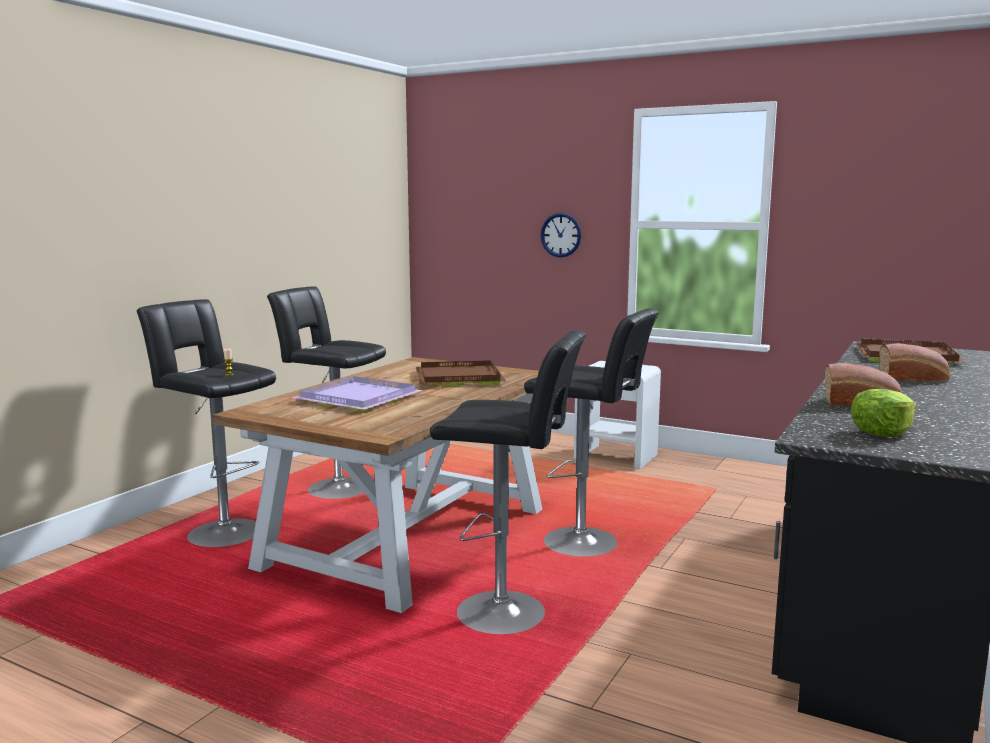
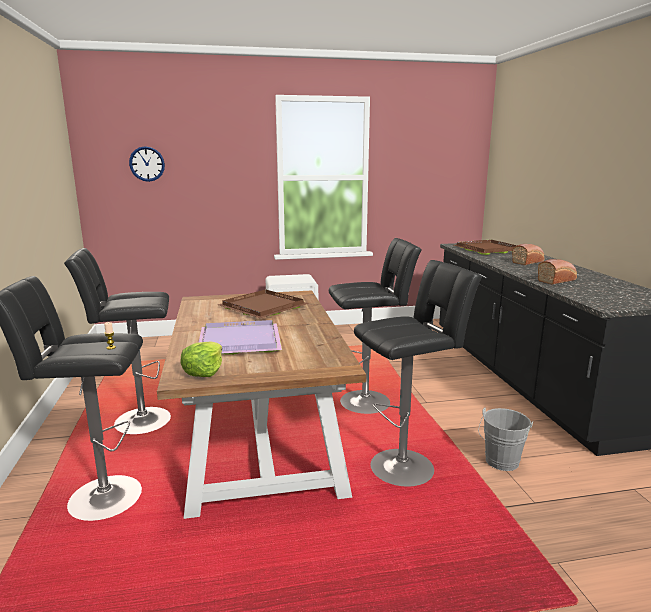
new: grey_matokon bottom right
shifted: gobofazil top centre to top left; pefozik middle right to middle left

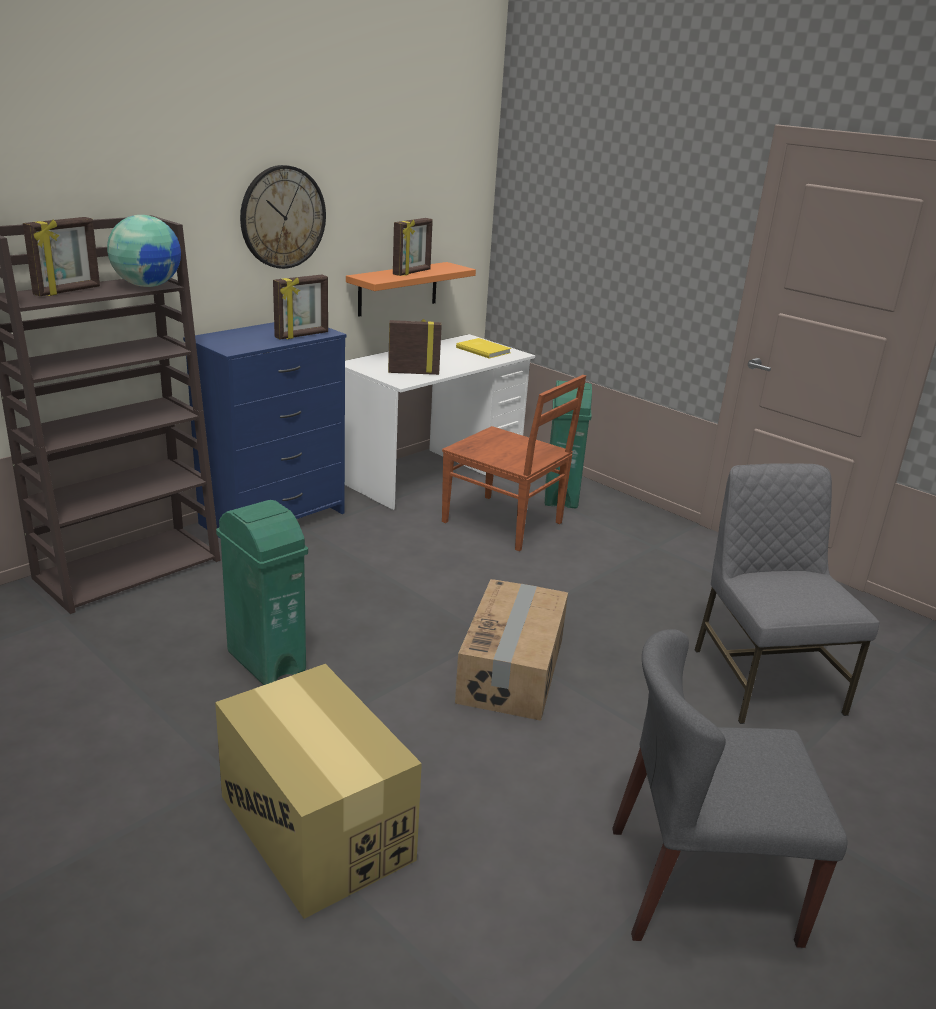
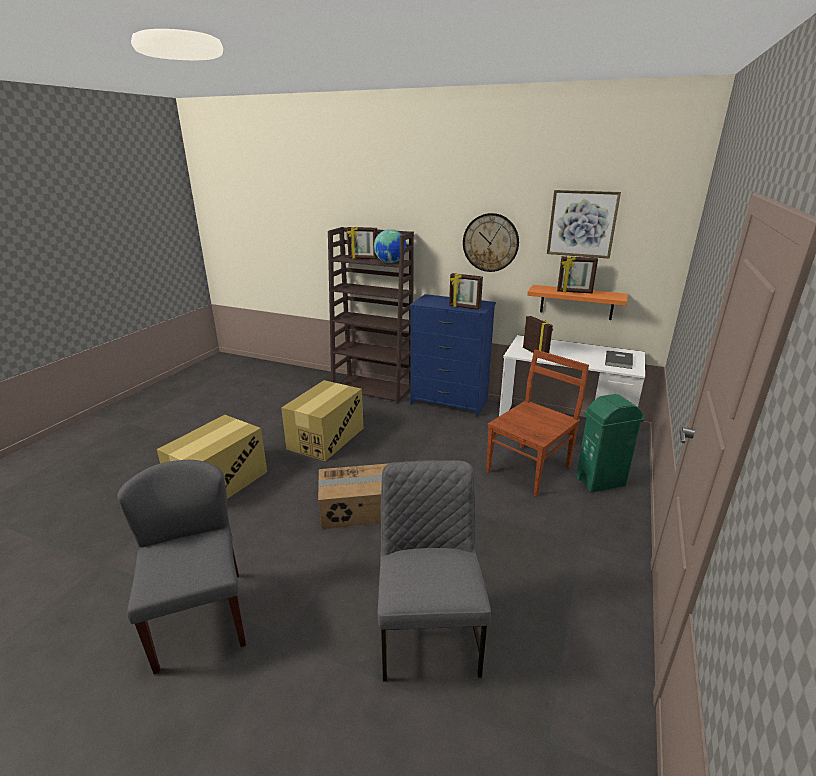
new: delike top right
swapped: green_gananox (no. 1 from left) middle left to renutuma (no. 2 from left) centre
repainted: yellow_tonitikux centre to grey_tonitikux middle right
rotated: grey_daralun (no. 2 from left) middle right = bottom centre 60 degrees counterclockwise; brown_daralun centre = centre 150 degrees counterclockwise

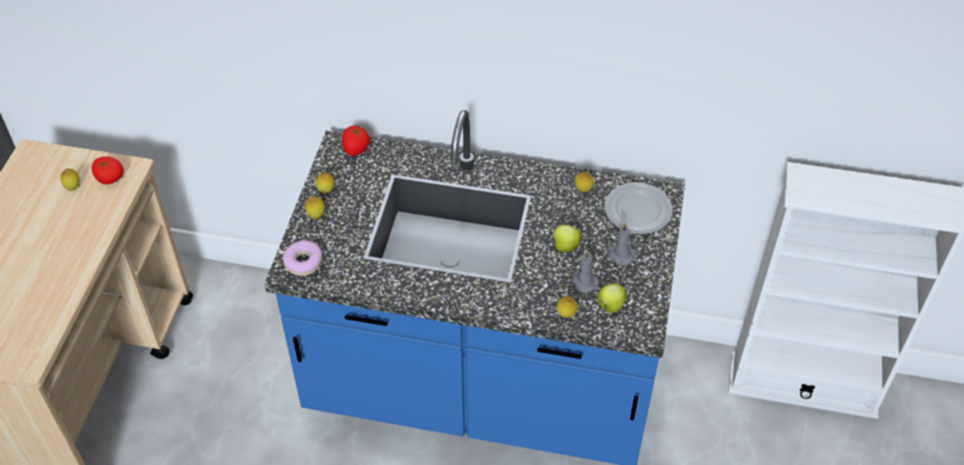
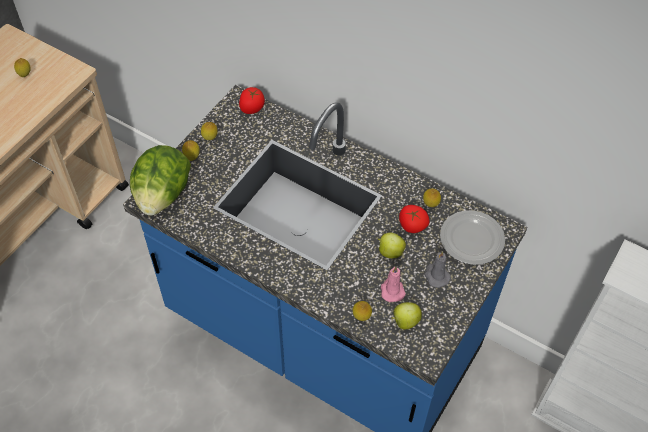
shifted: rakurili (no. 1 from left in the first image) middle left to rakurili (no. 2 from left) centre
swapped: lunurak middle left to pefozik middle left
repainted: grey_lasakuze (no. 1 from left) centre to pink_lasakuze centre

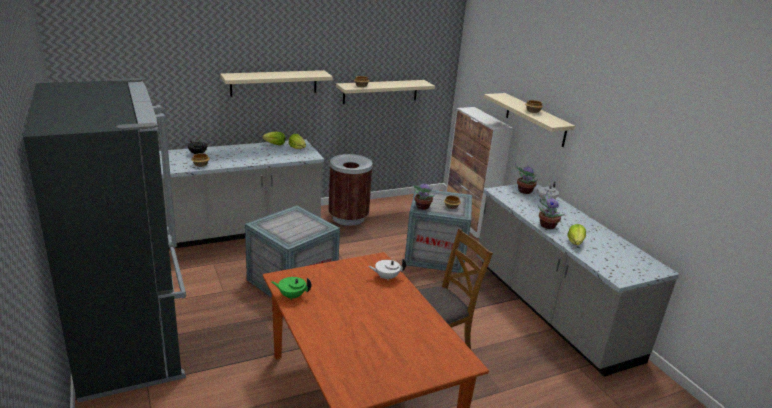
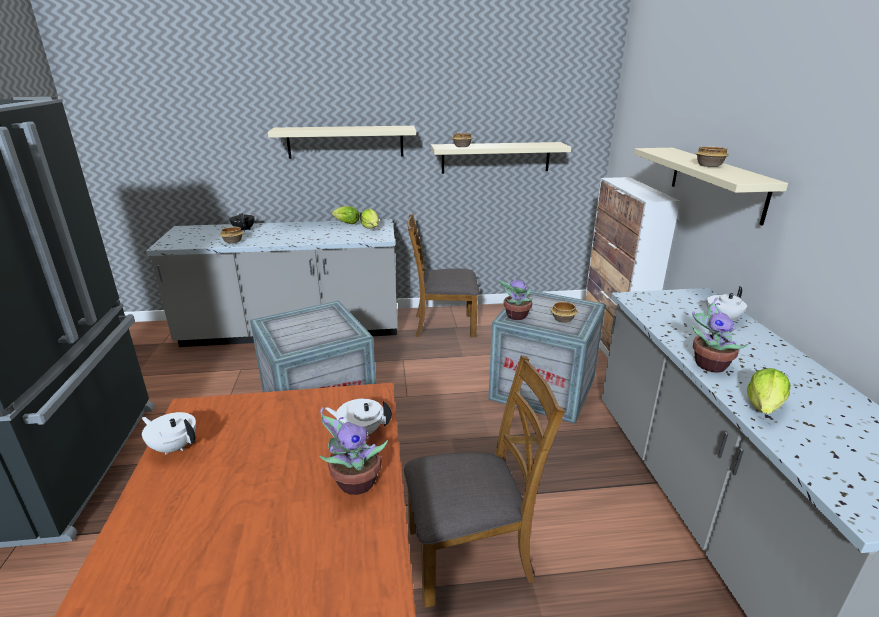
shifted: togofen (no. 2 from left in the first image) middle right to togofen (no. 1 from left) bottom centre
swapped: brown_gananox centre to brown_daralun (no. 1 from left) centre
repainted: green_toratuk bottom centre to white_toratuk (no. 1 from left) bottom left

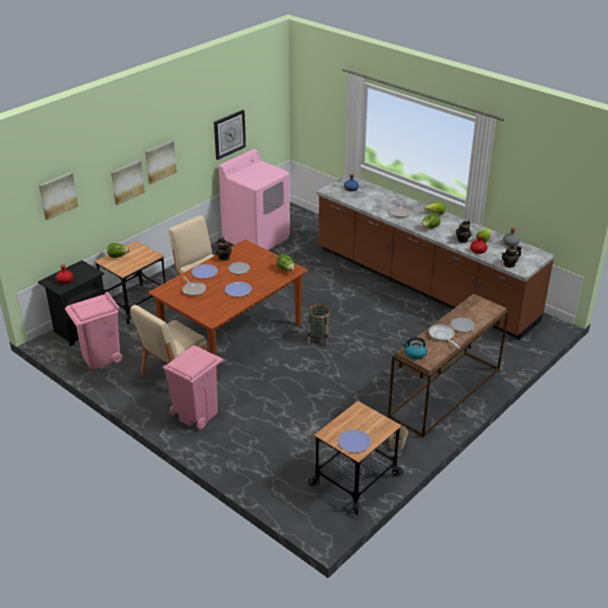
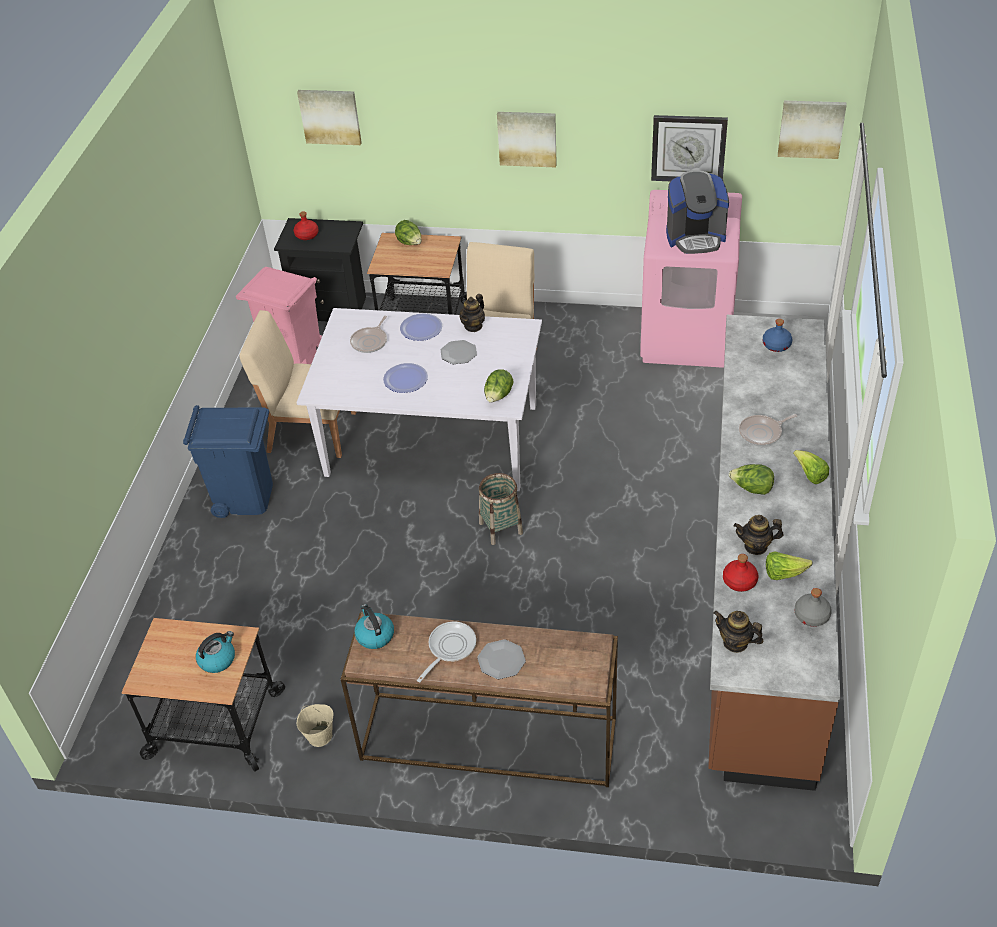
gone: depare (no. 4 from left) bottom centre
new: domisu (no. 1 from left) bottom left; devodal top right
shifted: delike (no. 2 from left in the first image) top left to delike (no. 3 from left) top right
repainted: pink_gananox (no. 2 from left) middle left to blue_gananox middle left; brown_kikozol centre to white_kikozol centre

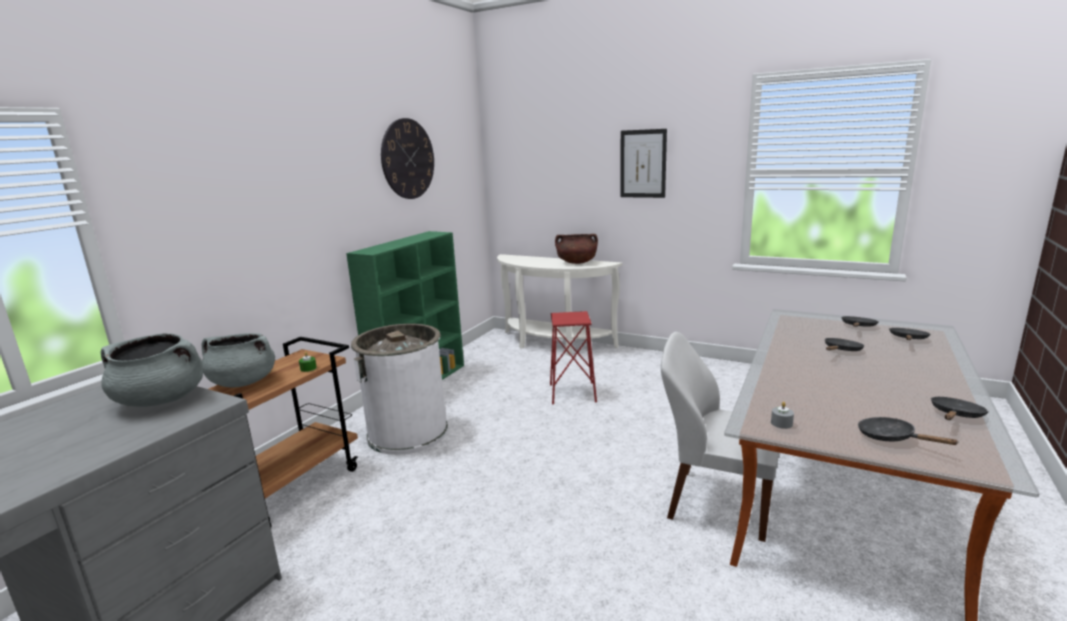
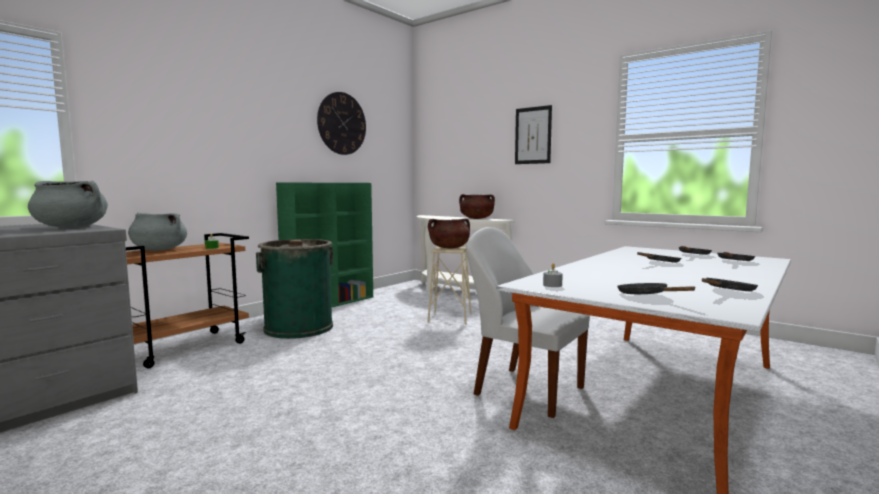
new: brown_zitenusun (no. 1 from left) centre
repainted: white_gananox centre to green_gananox centre; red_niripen centre to beige_niripen centre

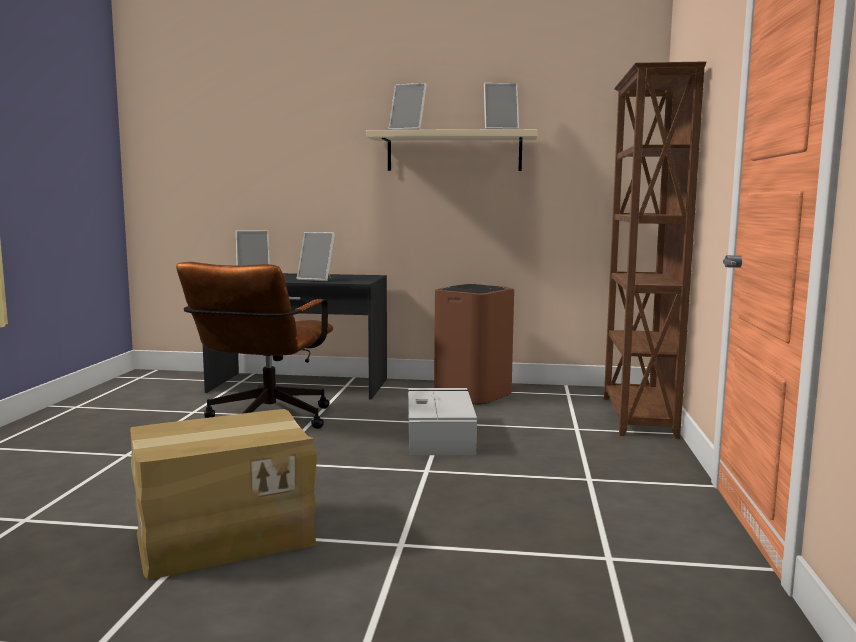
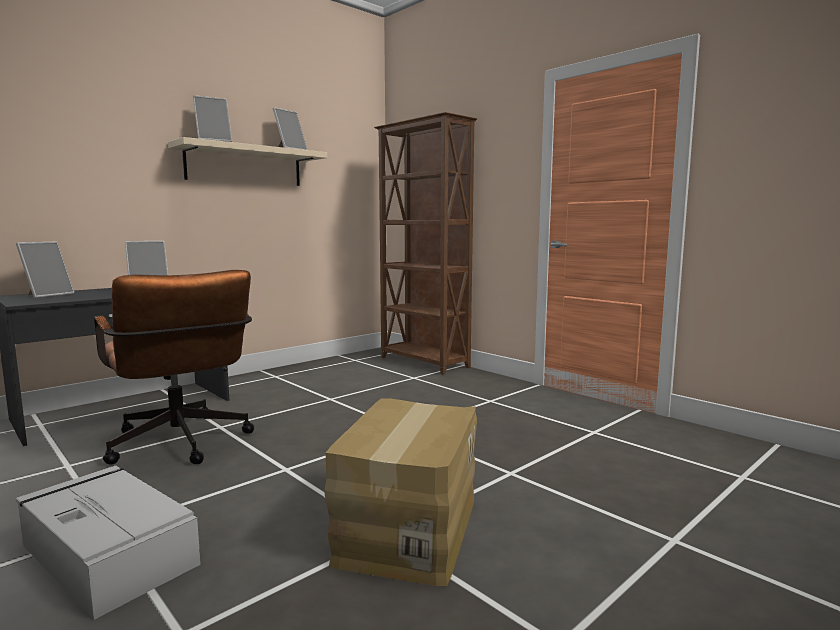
gone: brown_gananox centre
shifted: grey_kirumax centre to bottom left

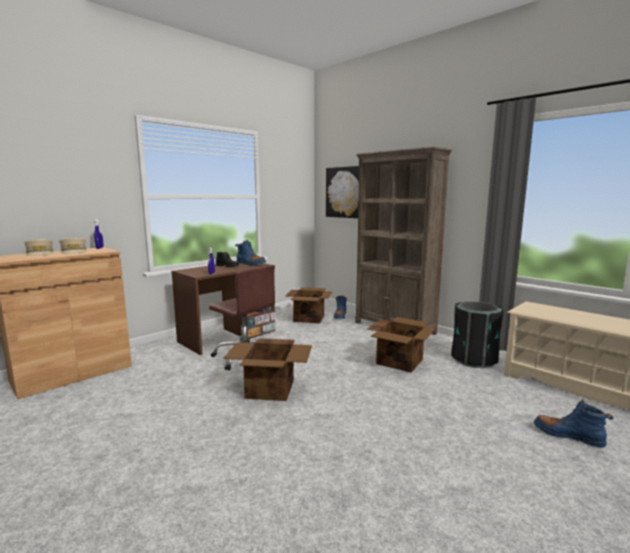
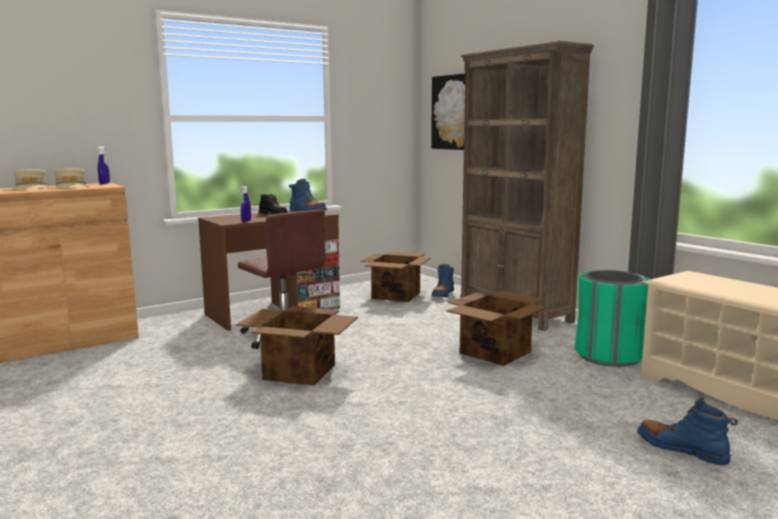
repainted: black_gananox middle right to green_gananox middle right

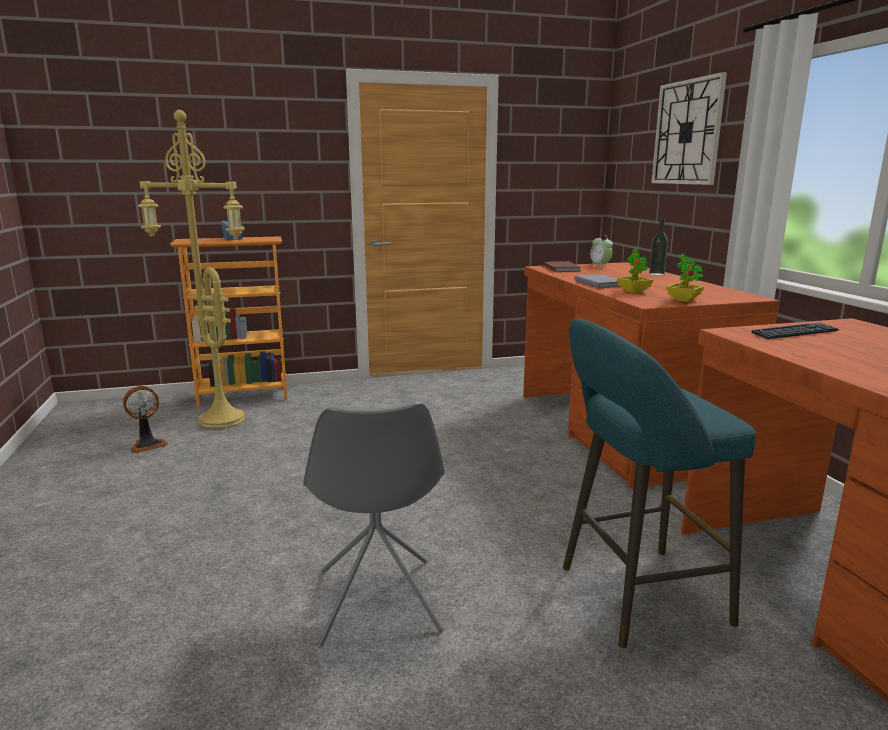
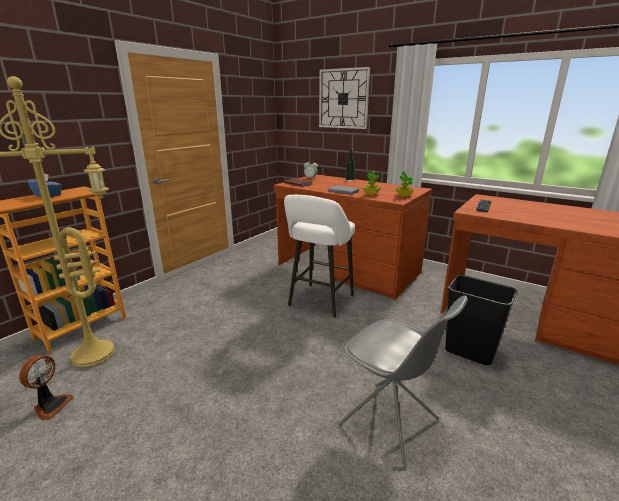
new: white_niripen centre
swapped: turquoise_niripen middle right to black_gananox middle right

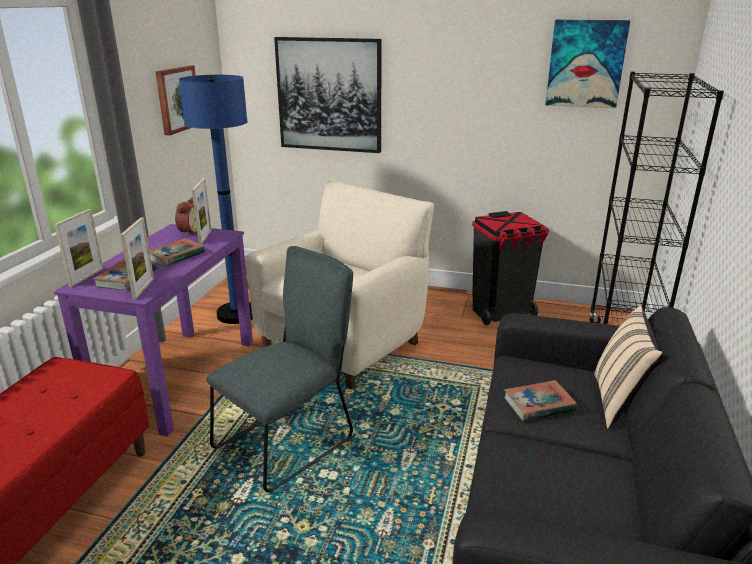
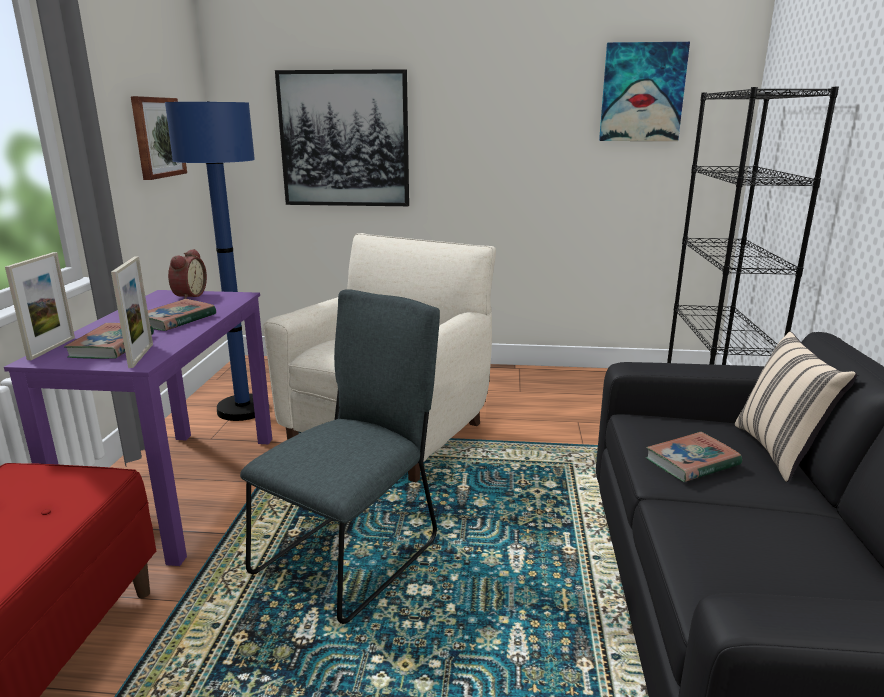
gone: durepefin (no. 3 from left) middle left; black_gananox middle right

